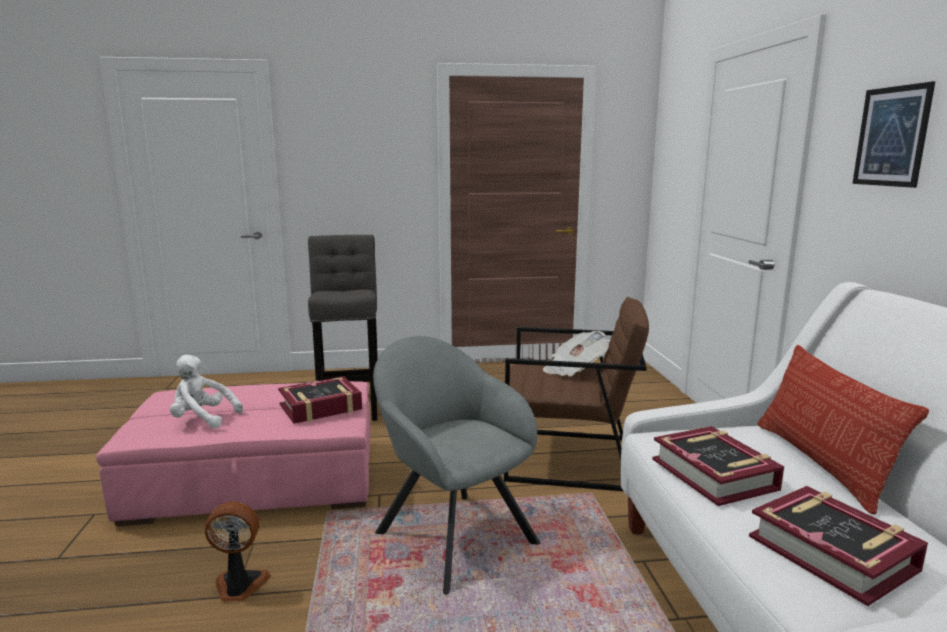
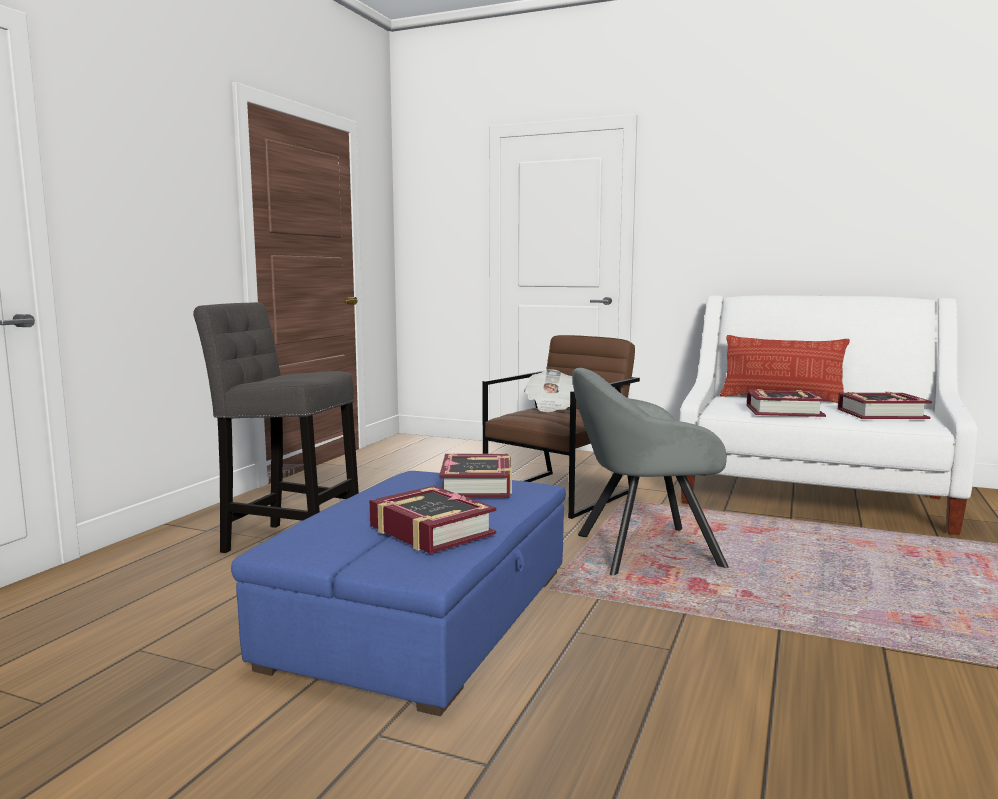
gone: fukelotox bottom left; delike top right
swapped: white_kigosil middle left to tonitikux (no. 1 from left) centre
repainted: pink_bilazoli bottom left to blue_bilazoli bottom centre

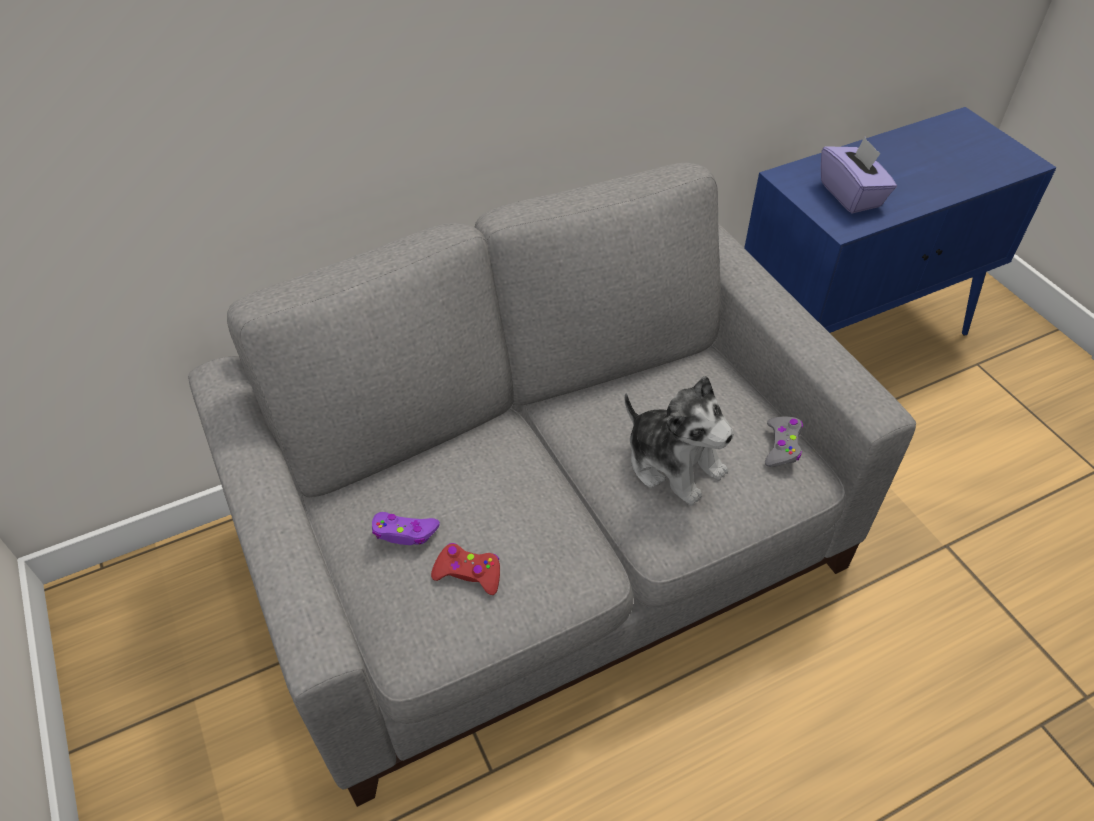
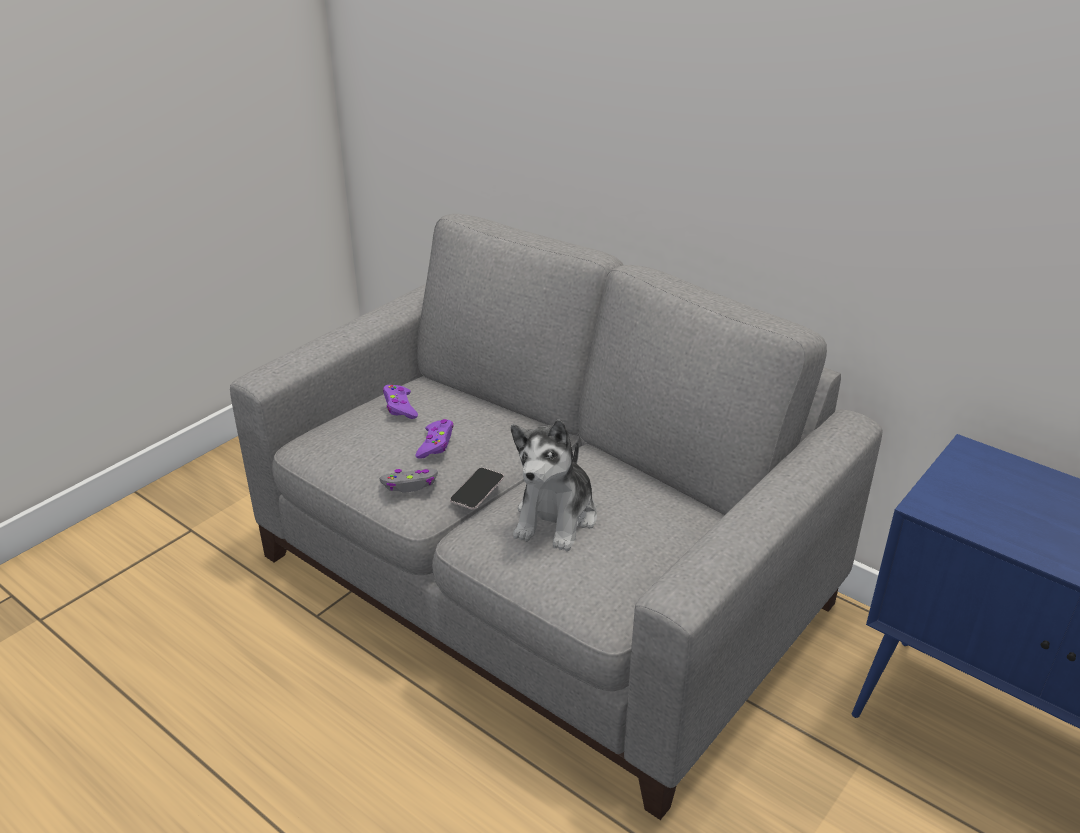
gone: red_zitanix bottom centre; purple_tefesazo top right
new: purple_zitanix (no. 2 from left) centre; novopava centre
shifted: grey_zitanix middle right to centre

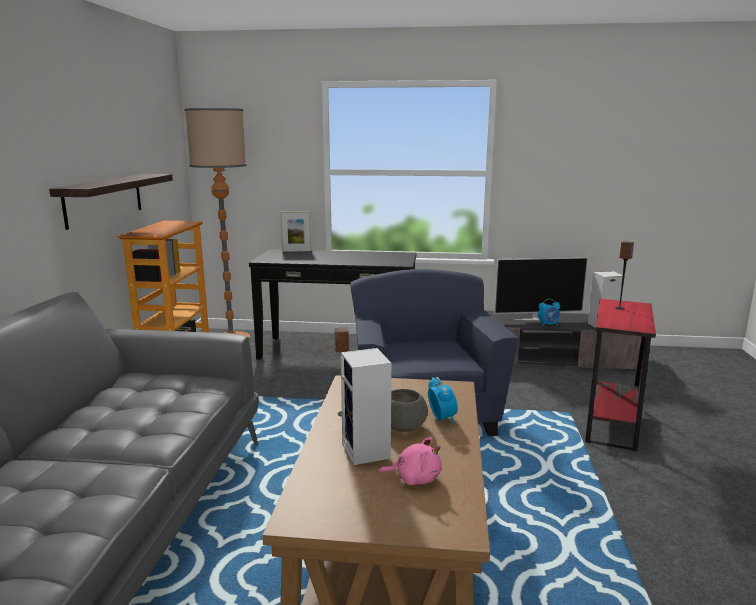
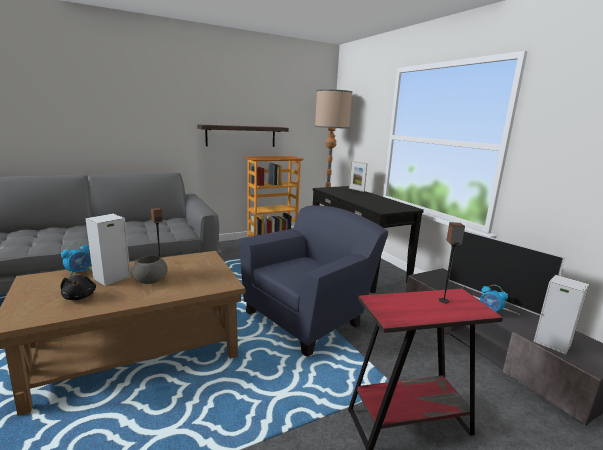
shifted: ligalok (no. 1 from left) centre to middle left
repainted: pink_kigosil bottom centre to black_kigosil middle left

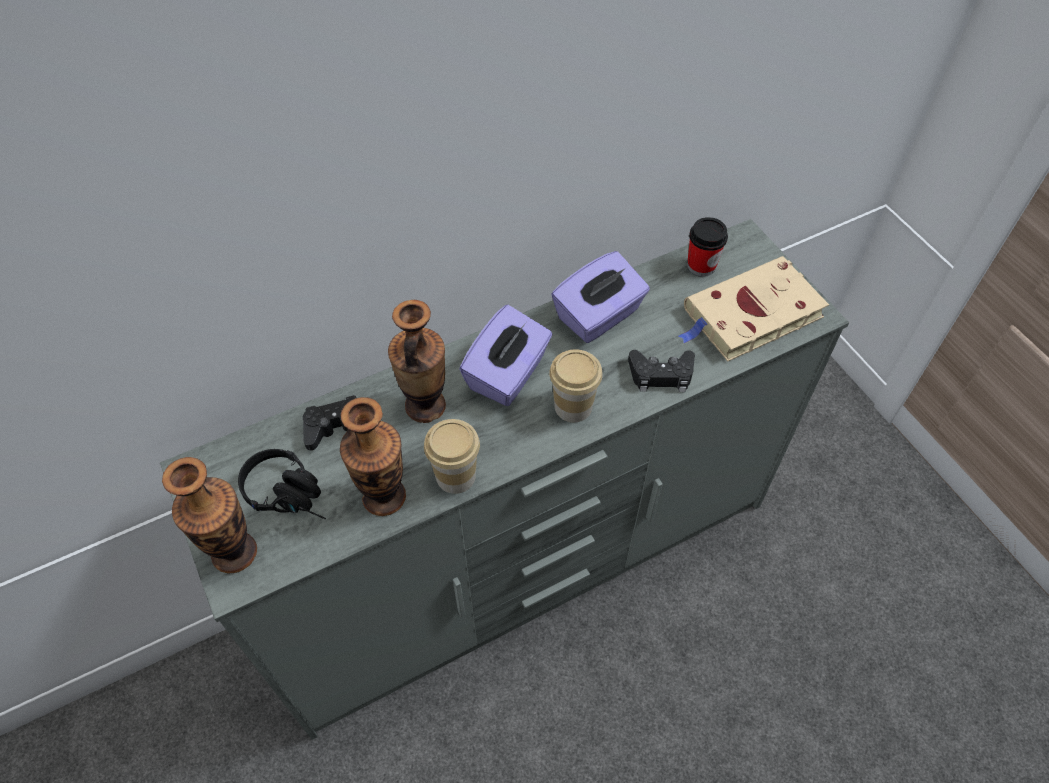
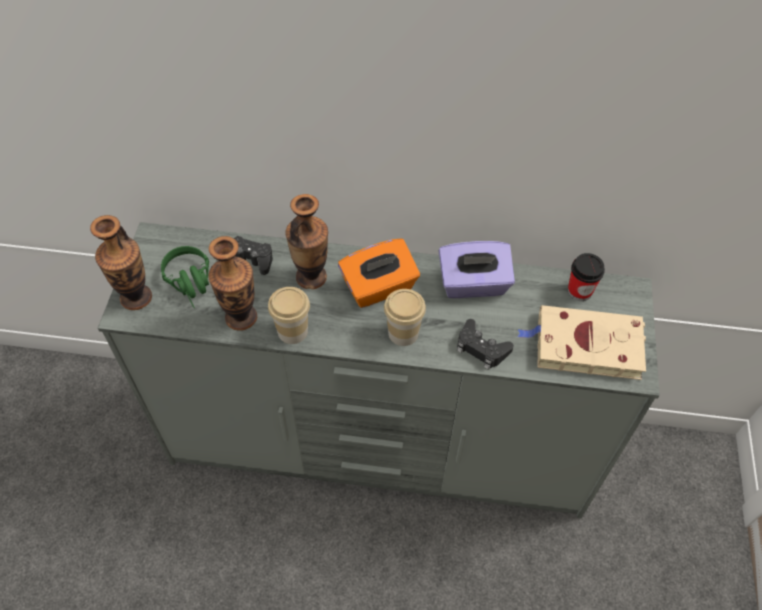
repainted: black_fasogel middle left to green_fasogel middle left; purple_tefesazo (no. 1 from left) centre to orange_tefesazo centre

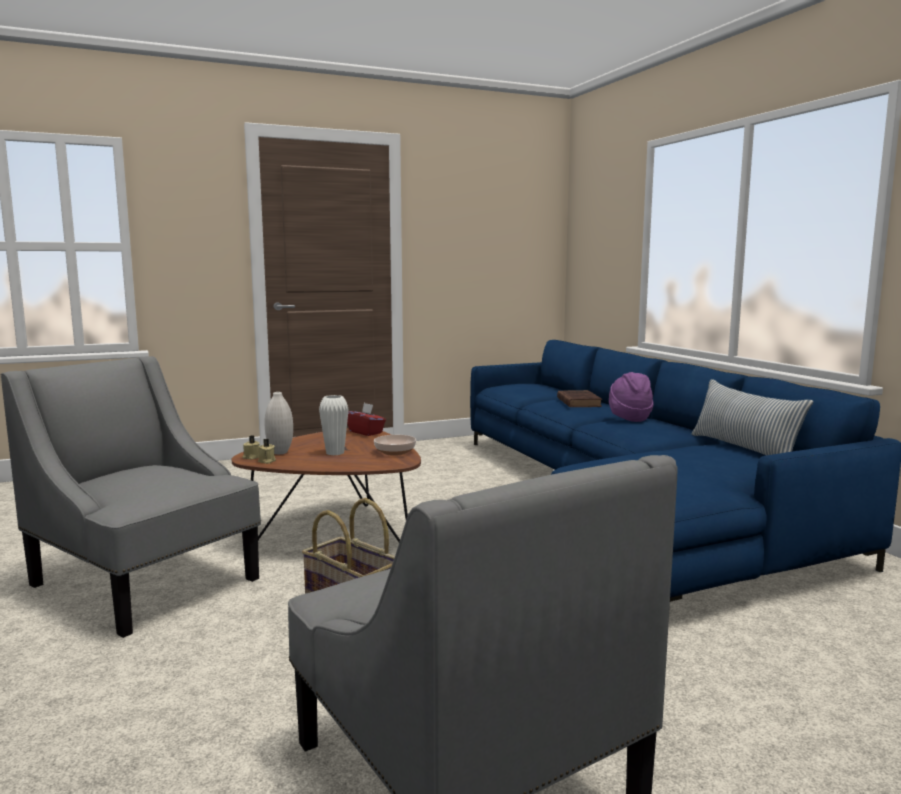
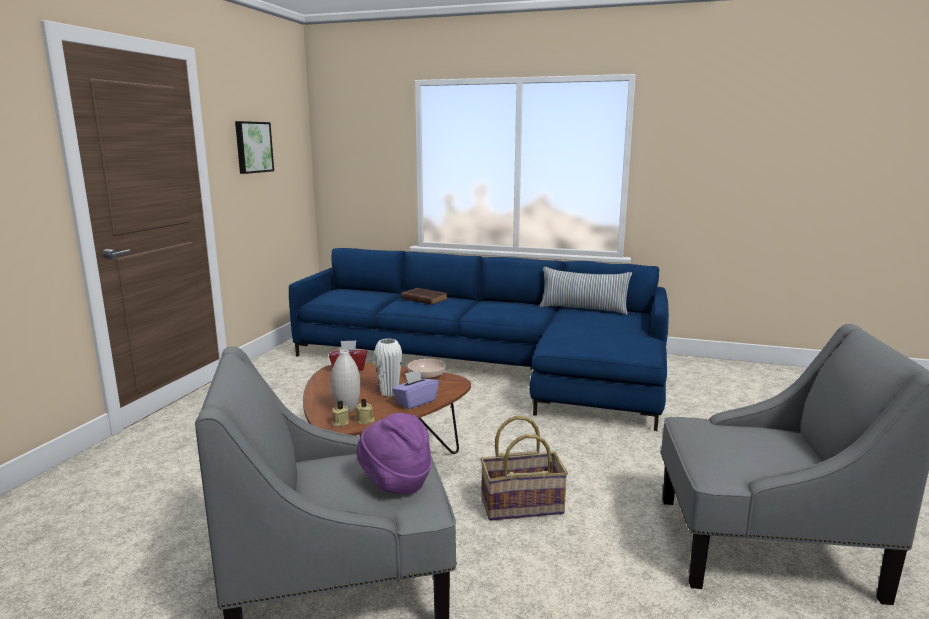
new: delike top left; purple_tefesazo centre
shifted: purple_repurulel middle right to bottom centre

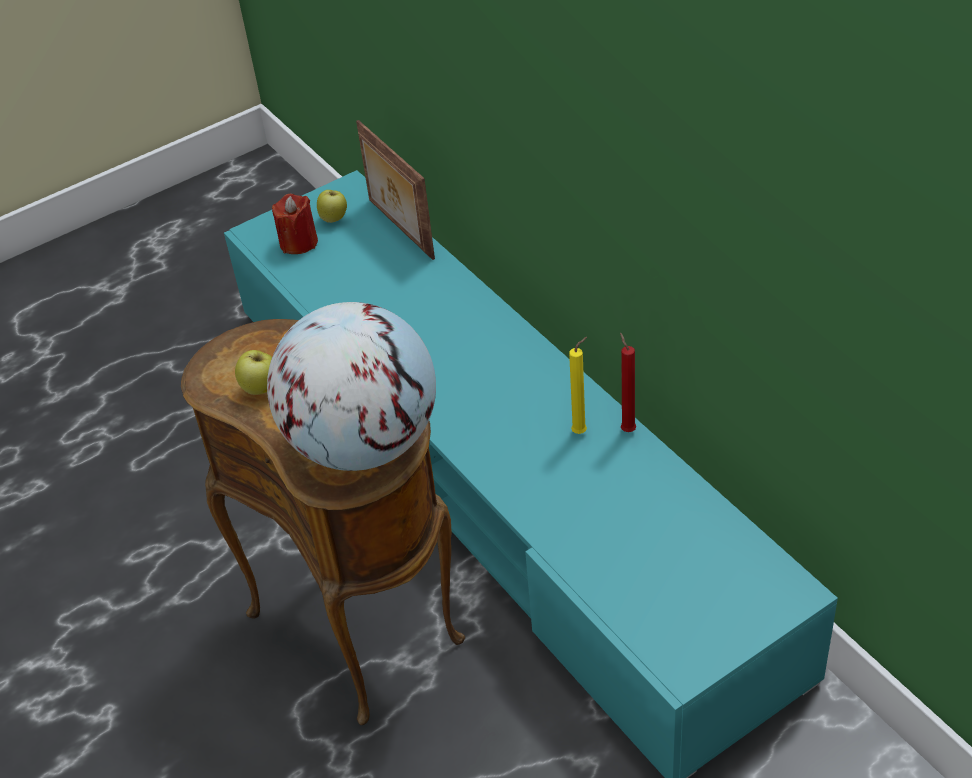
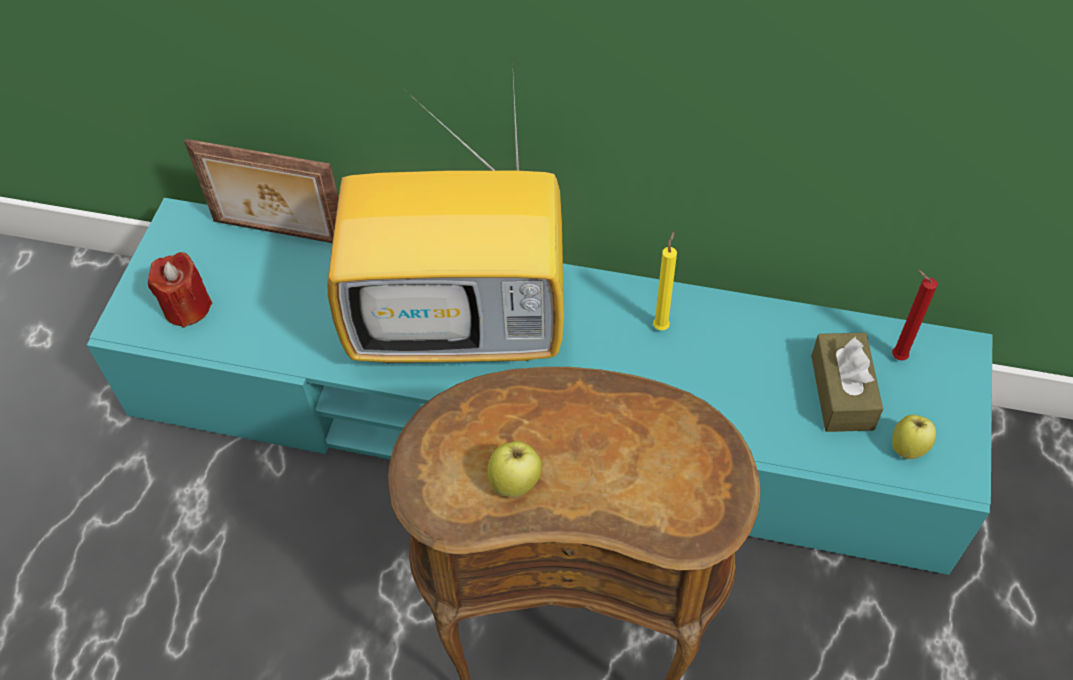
gone: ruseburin centre
new: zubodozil top centre; brown_tefesazo middle right
shifted: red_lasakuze (no. 2 from left) centre to middle right; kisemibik (no. 2 from left) top centre to middle right

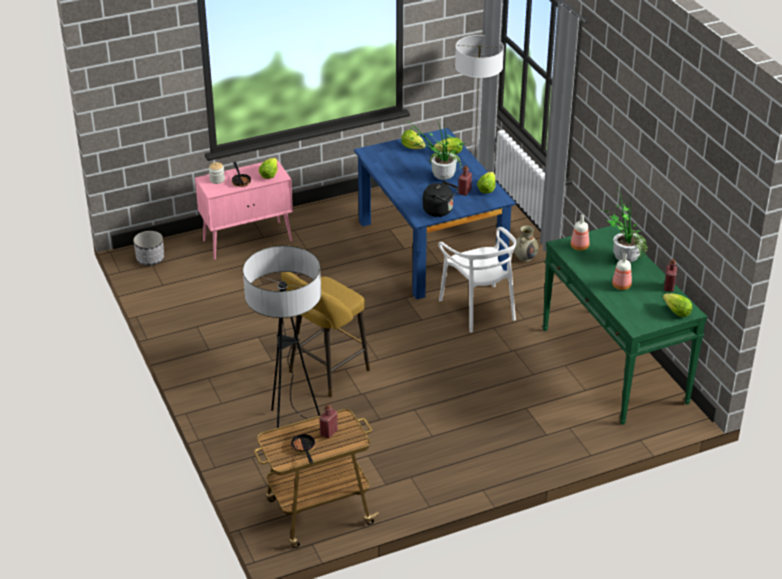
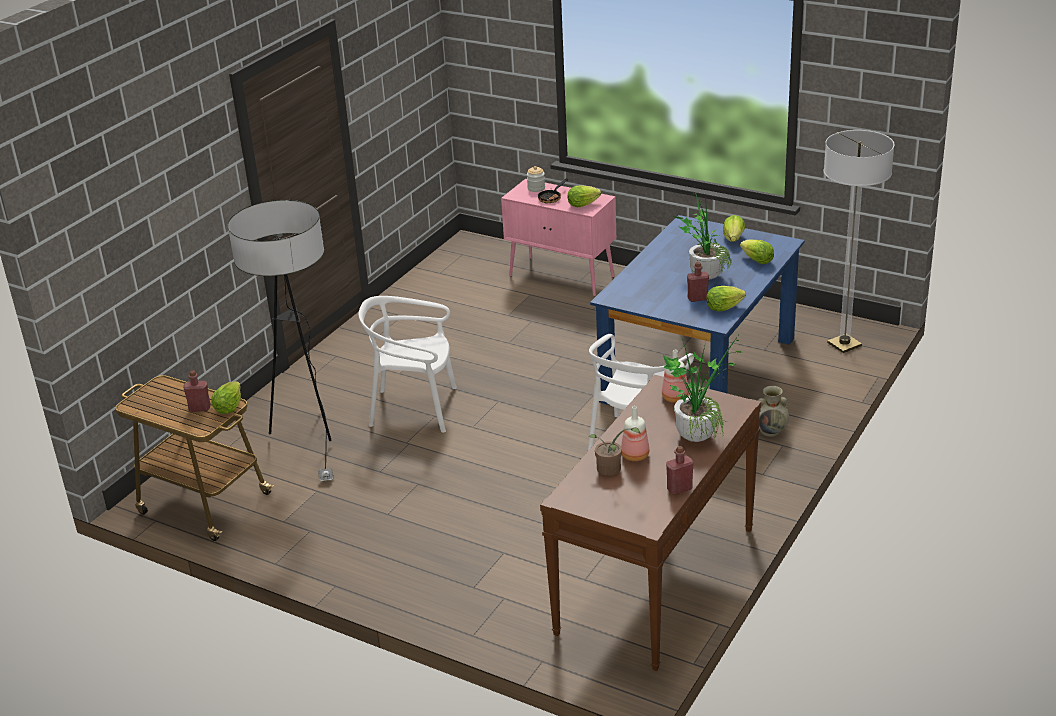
gone: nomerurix middle left; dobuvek (no. 2 from left) bottom centre; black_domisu centre
new: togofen (no. 1 from left) centre
shifted: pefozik (no. 5 from left in the first image) middle right to pefozik (no. 1 from left) middle left
swapped: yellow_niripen centre to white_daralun (no. 1 from left) centre
repainted: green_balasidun middle right to brown_balasidun bottom centre

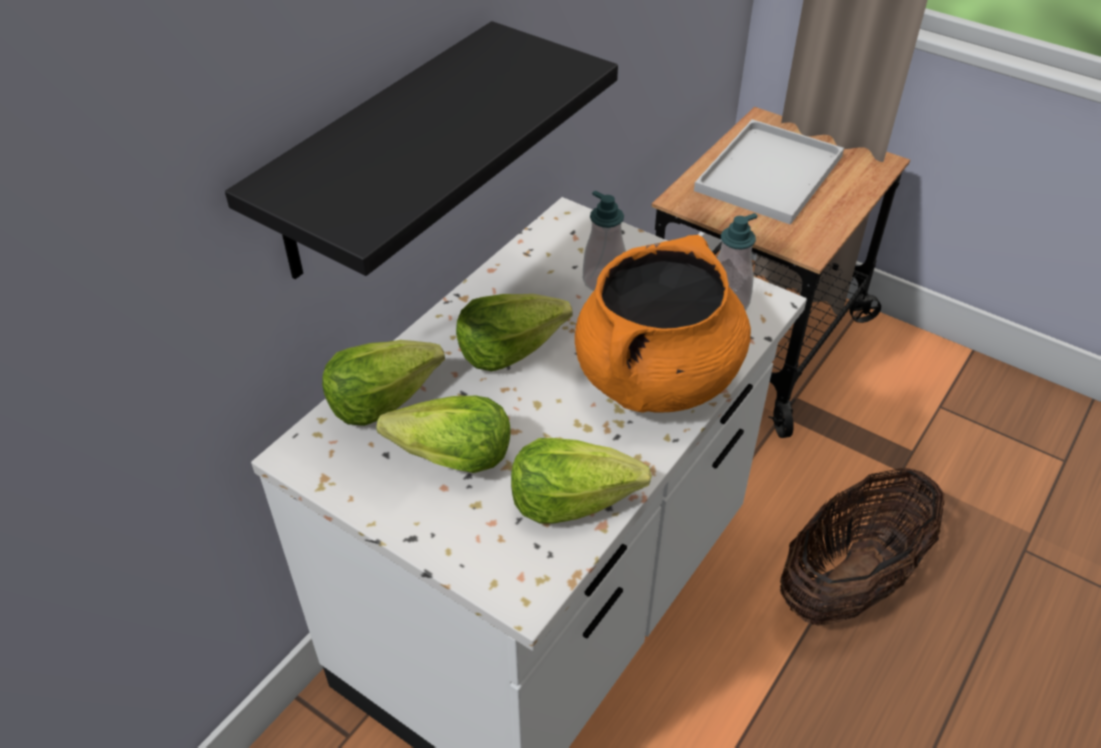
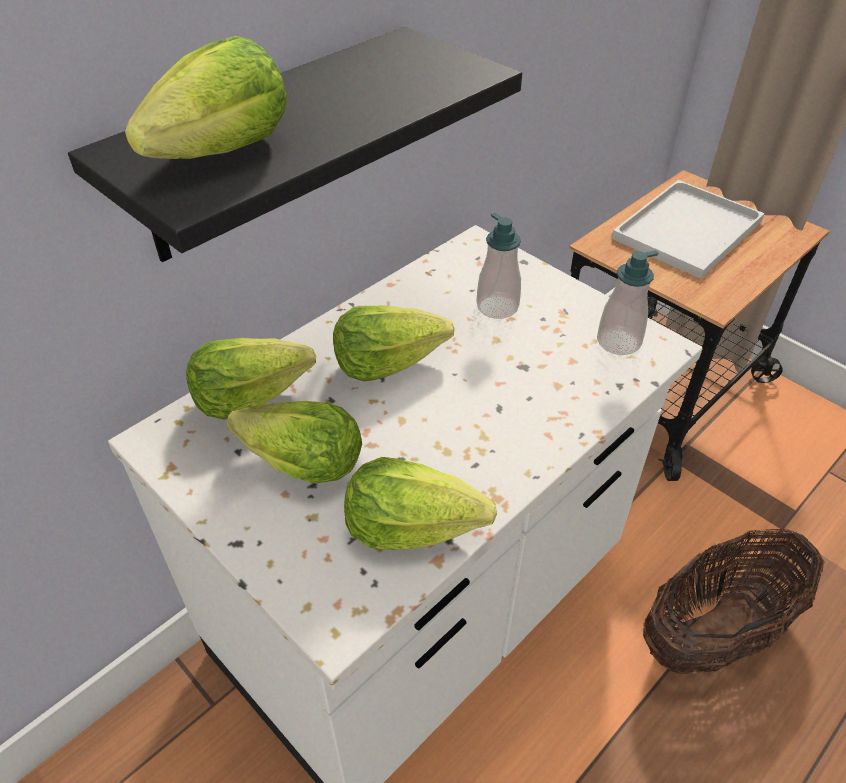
gone: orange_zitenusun centre
new: pefozik (no. 1 from left) top left

